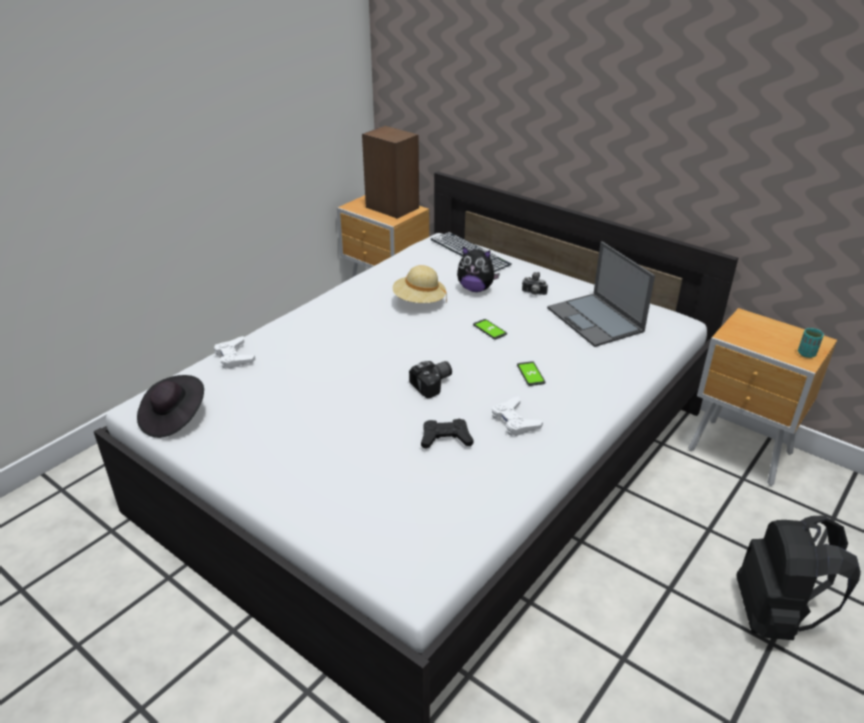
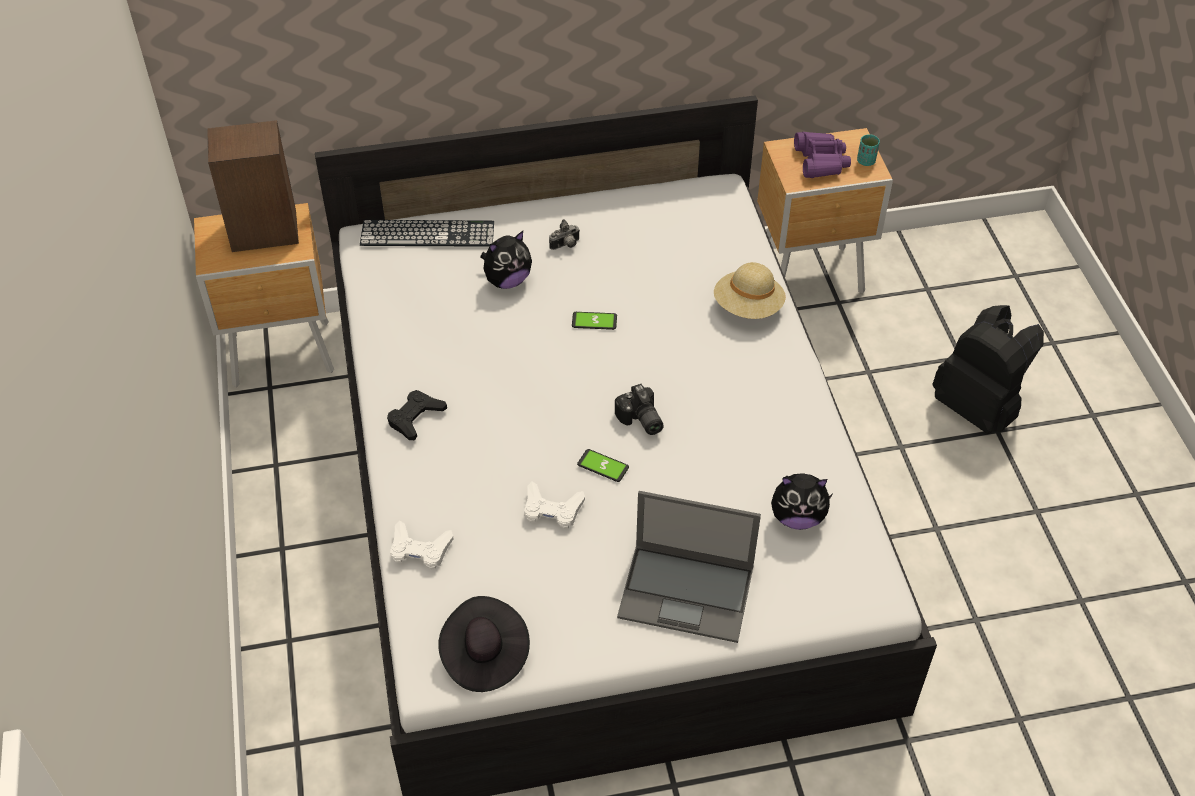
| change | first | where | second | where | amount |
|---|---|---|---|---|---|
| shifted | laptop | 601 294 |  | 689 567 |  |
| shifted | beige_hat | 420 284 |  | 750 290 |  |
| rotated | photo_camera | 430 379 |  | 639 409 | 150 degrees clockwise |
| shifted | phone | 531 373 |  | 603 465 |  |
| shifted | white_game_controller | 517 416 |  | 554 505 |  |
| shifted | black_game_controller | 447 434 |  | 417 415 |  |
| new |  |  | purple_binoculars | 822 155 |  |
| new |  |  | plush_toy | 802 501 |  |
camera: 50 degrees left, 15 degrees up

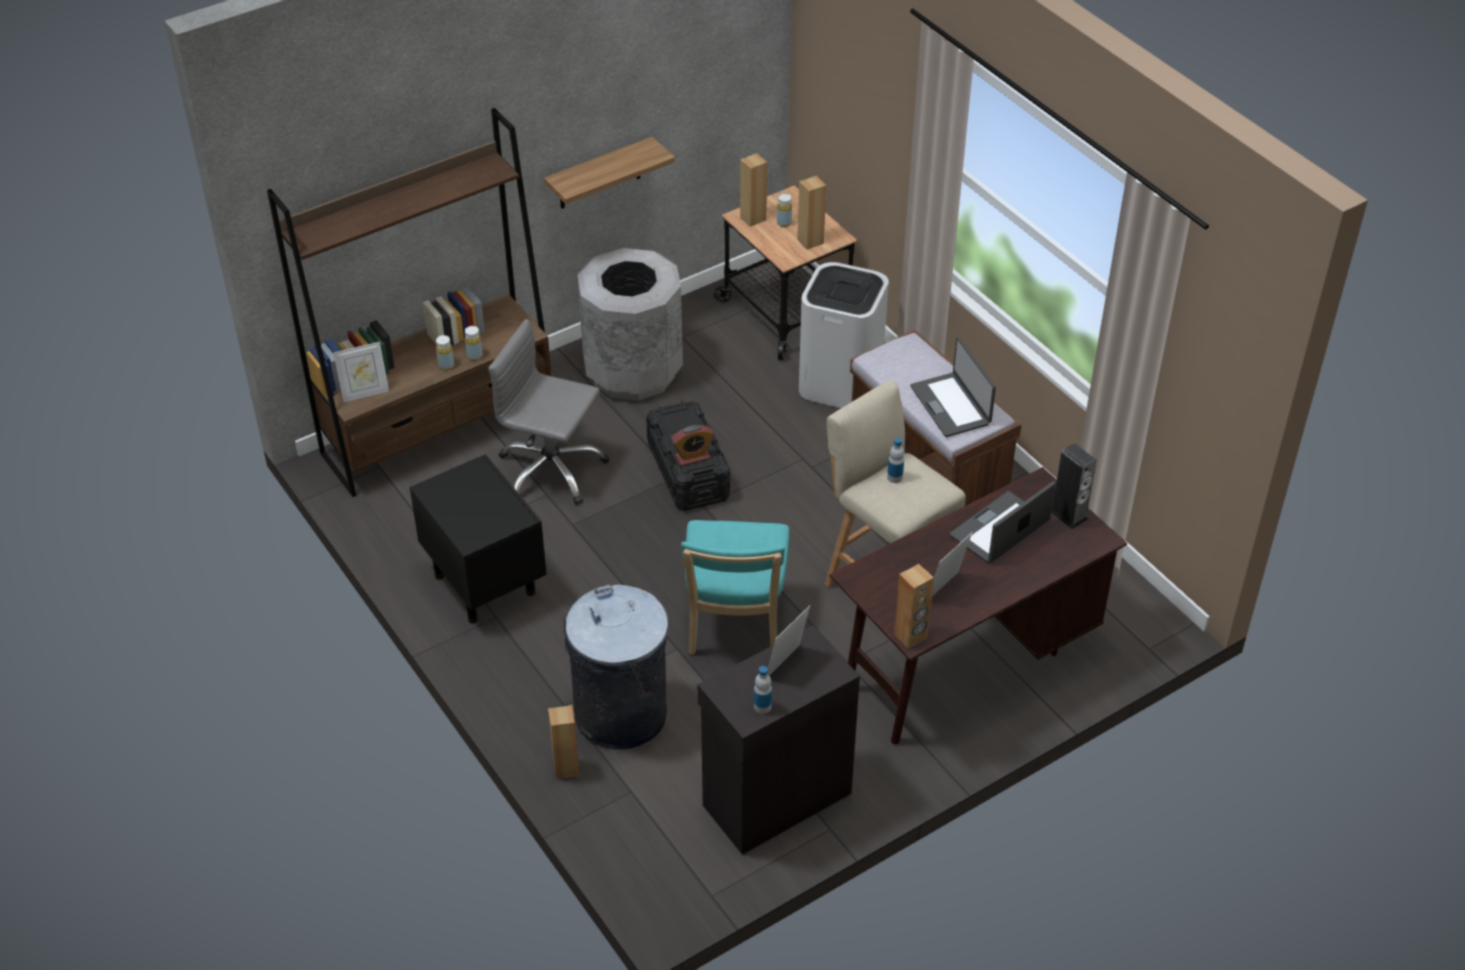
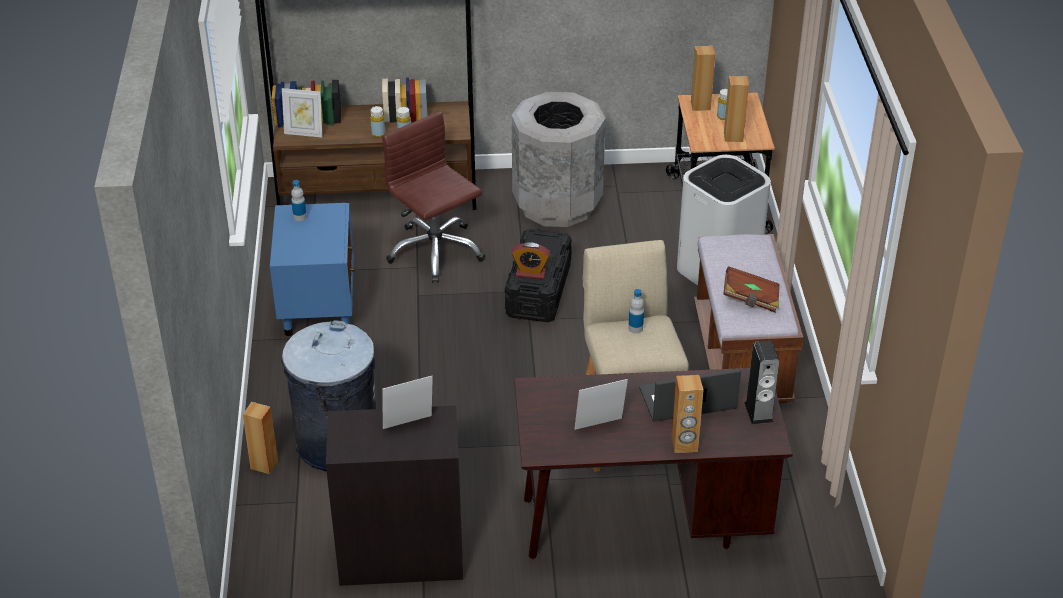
| change | first | where | second | where | amount |
|---|---|---|---|---|---|
| gone | shelf | 609 173 |  |  |  |
| repainted | grey_office_chair | 548 412 | brown_office_chair | 433 197 |  |
| swapped | laptop | 953 387 | brown_book | 751 289 |  |
| repainted | black_nightstand | 478 539 | blue_nightstand | 312 269 |  |
| gone | turquoise_chair | 735 587 |  |  |  |
| shifted | brown_speaker | 914 606 |  | 687 414 |  |
| shifted | bottle | 763 690 |  | 299 200 |  |
camera: 30 degrees right, 5 degrees down

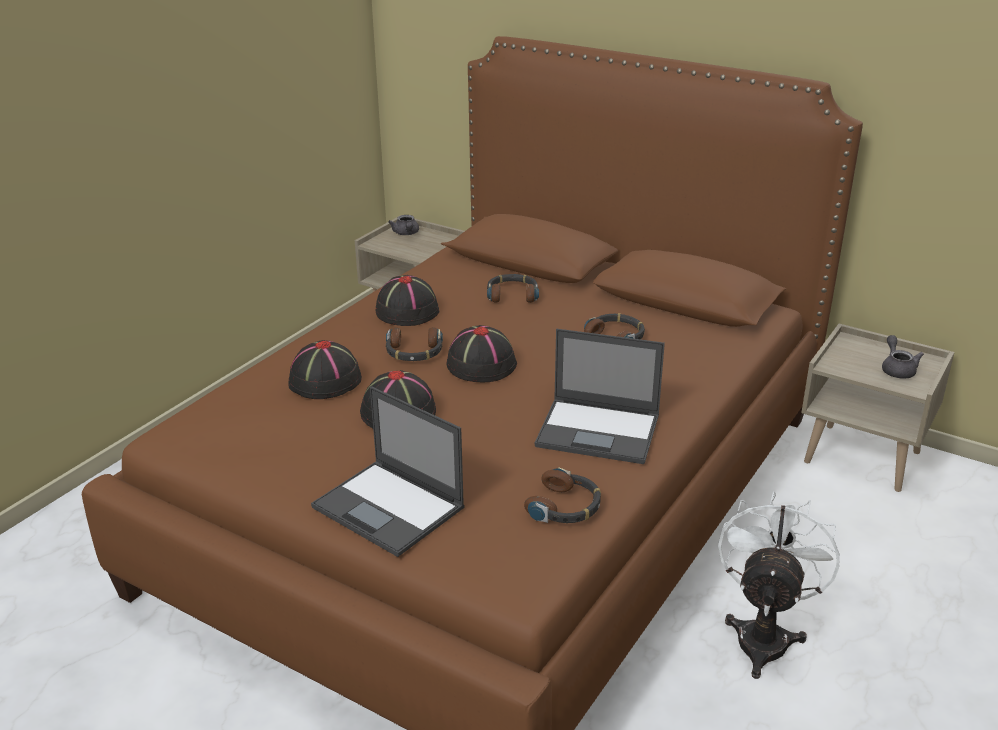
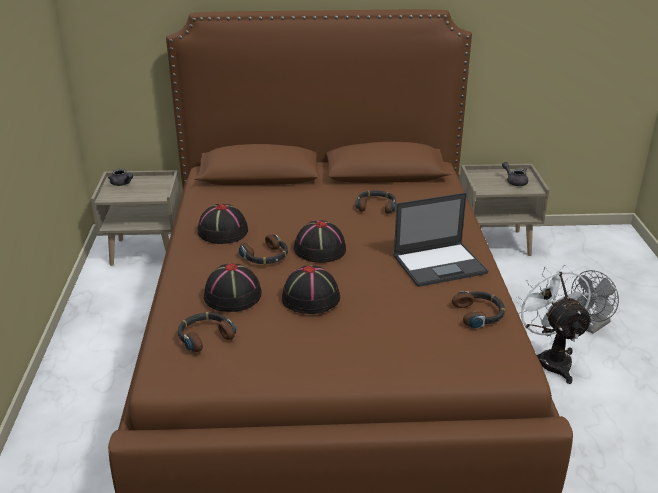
| change | first | where | second | where | amount |
|---|---|---|---|---|---|
| shifted | headphones | 513 288 |  | 207 332 |  |
| gone | laptop | 388 472 |  |  |  |
| new |  |  | grey_fan | 595 302 |  |
camera: 35 degrees left, 0 degrees up

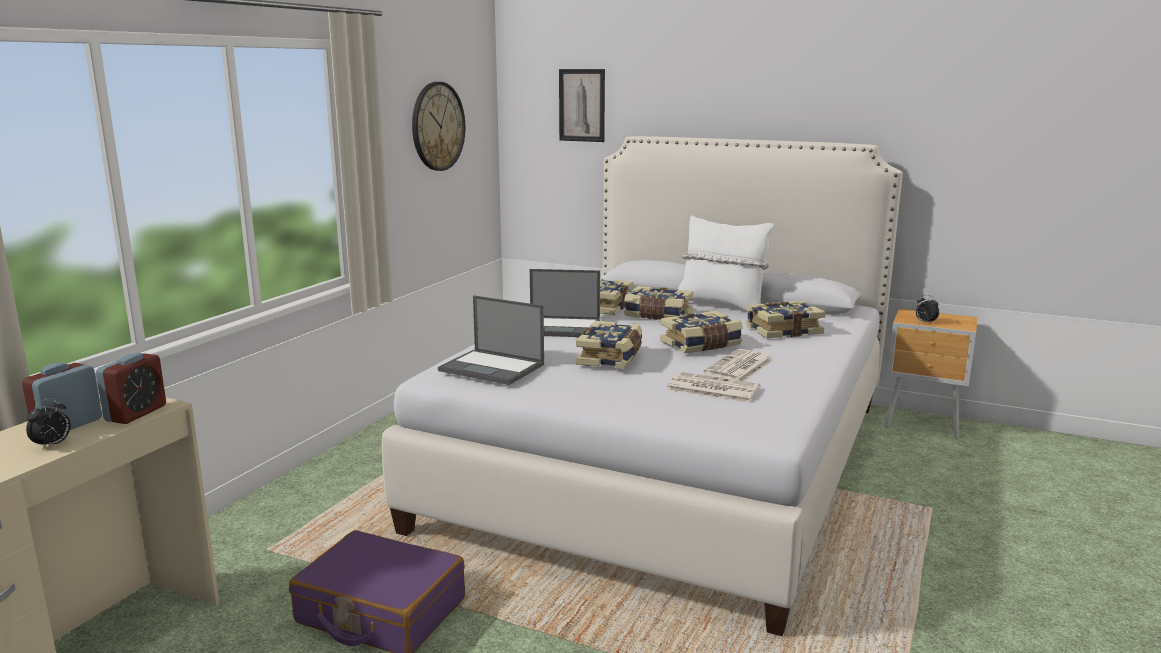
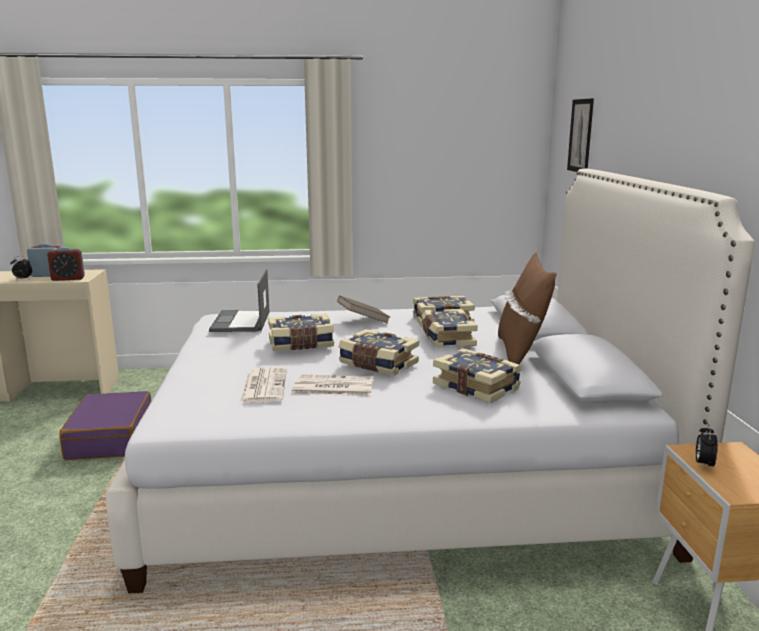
| change | first | where | second | where | amount |
|---|---|---|---|---|---|
| gone | wall_clock | 438 126 |  |  |  |
| repainted | white_pillow | 726 263 | brown_pillow | 527 308 |  |
| swapped | laptop | 565 303 | brown_book | 363 309 |  |
camera: 60 degrees right, 0 degrees up

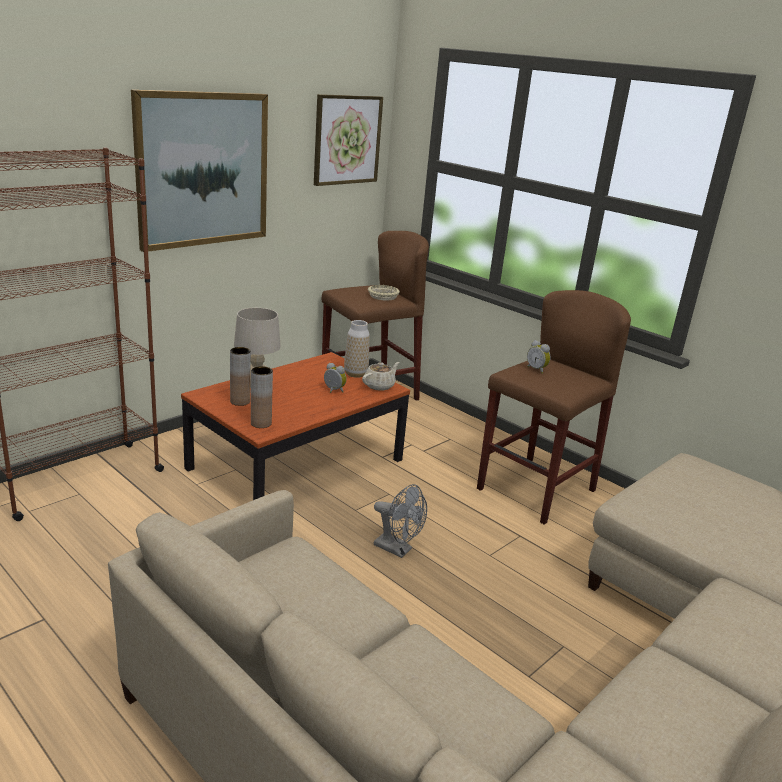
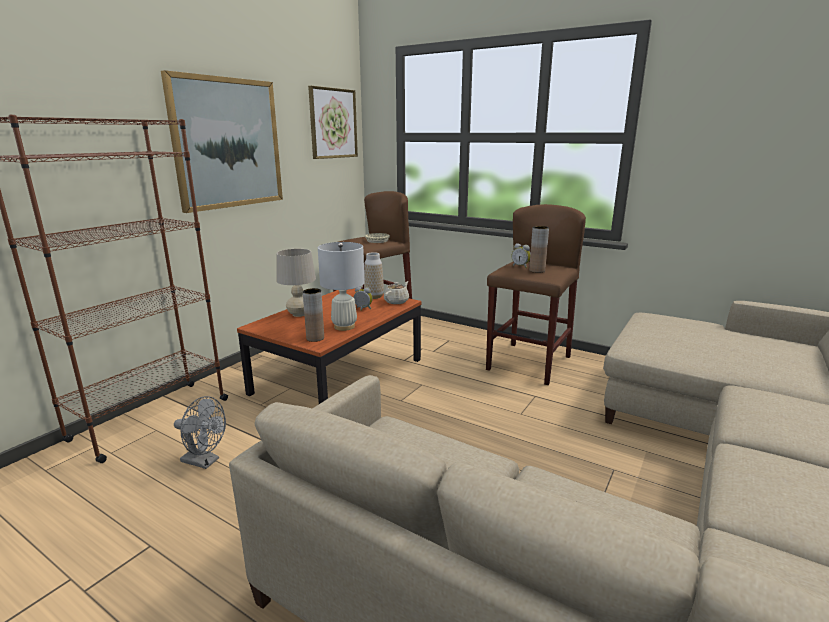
| change | first | where | second | where | amount |
|---|---|---|---|---|---|
| shifted | brown_vase | 240 376 |  | 539 249 |  |
| shifted | grey_fan | 400 521 |  | 200 432 |  |
| new |  |  | white_table_lamp | 341 286 |  |
camera: 10 degrees left, 5 degrees down

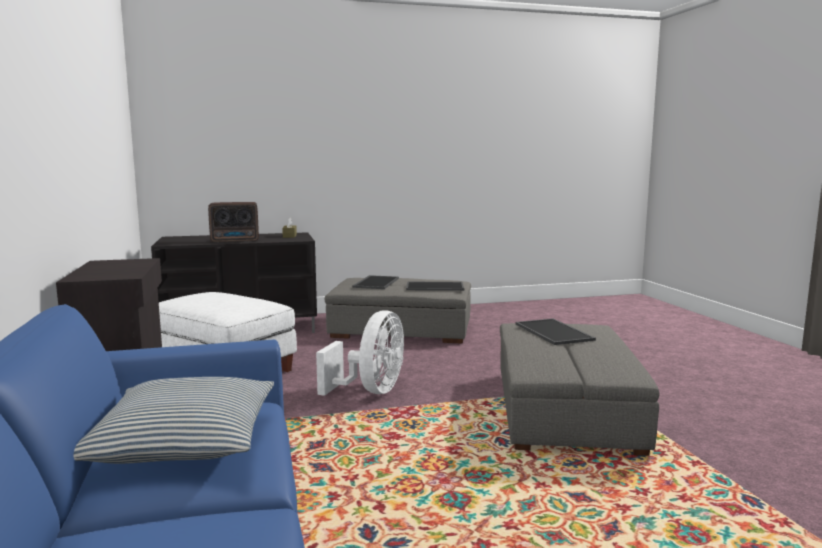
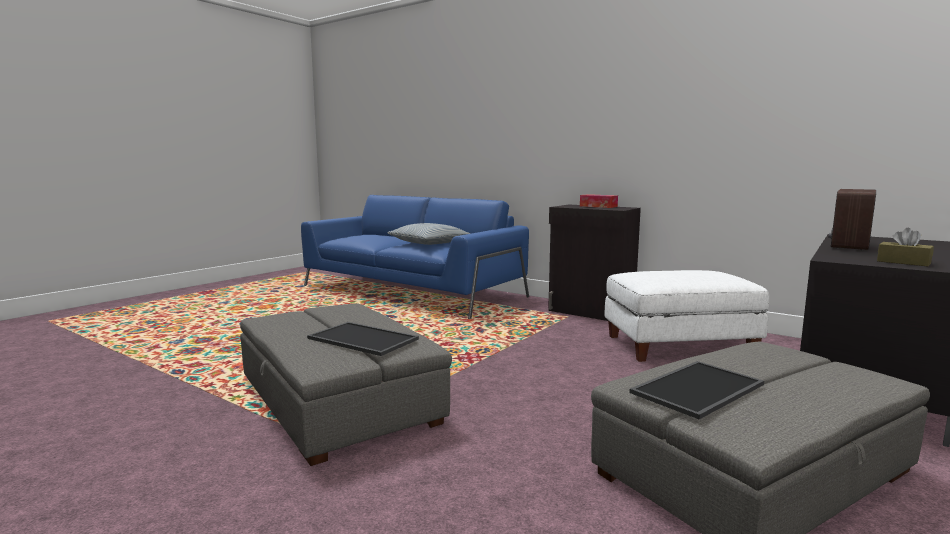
| change | first | where | second | where | amount |
|---|---|---|---|---|---|
| gone | tray | 375 282 |  |  |  |
| gone | white_fan | 360 353 |  |  |  |
| new |  |  | tissue_box | 599 201 |  |
camera: 140 degrees right, 0 degrees up

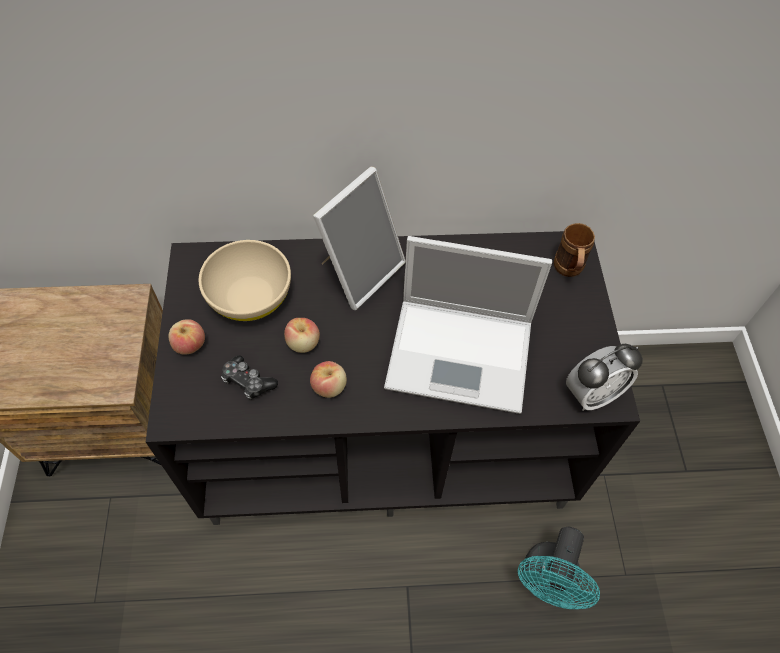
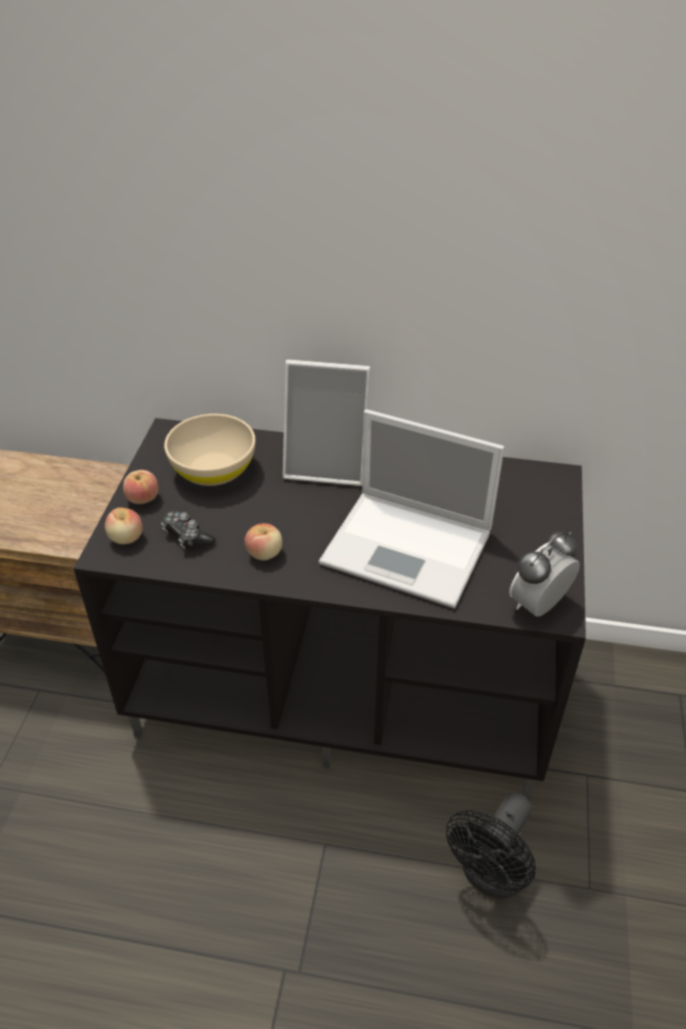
| change | first | where | second | where | amount |
|---|---|---|---|---|---|
| rotated | picture_frame | 359 238 |  | 326 423 | 45 degrees clockwise |
| gone | brown_mug | 574 250 |  |  |  |
| shifted | apple | 302 335 |  | 124 526 |  |
| rotated | alarm_clock | 604 377 |  | 544 574 | 150 degrees clockwise |
| repainted | turquoise_fan | 559 568 | black_fan | 491 846 |  |
camera: 15 degrees right, 15 degrees down

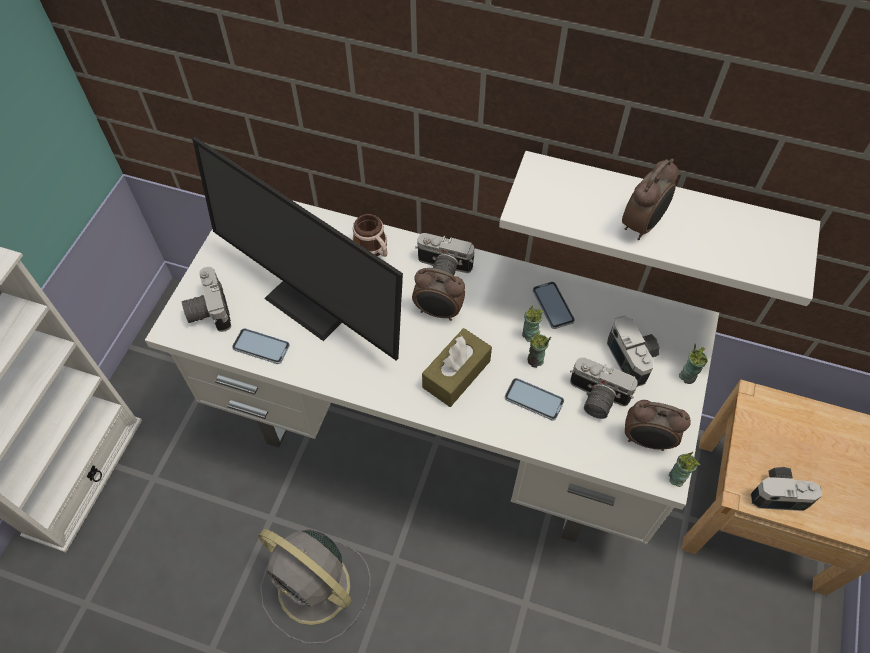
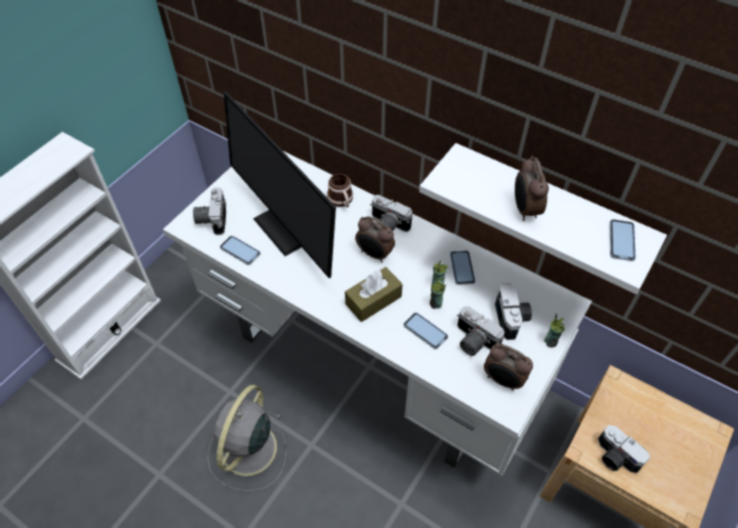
| change | first | where | second | where | amount |
|---|---|---|---|---|---|
| rotated | alarm_clock | 650 199 |  | 532 188 | 120 degrees clockwise |
| gone | cup | 684 469 |  |  |  |
| rotated | photo_camera | 786 489 |  | 624 449 | 150 degrees counterclockwise |
| rotated | grey_fan | 314 586 |  | 247 438 | 60 degrees clockwise |
| new |  |  | phone | 623 240 |  |
camera: 15 degrees right, 5 degrees down

